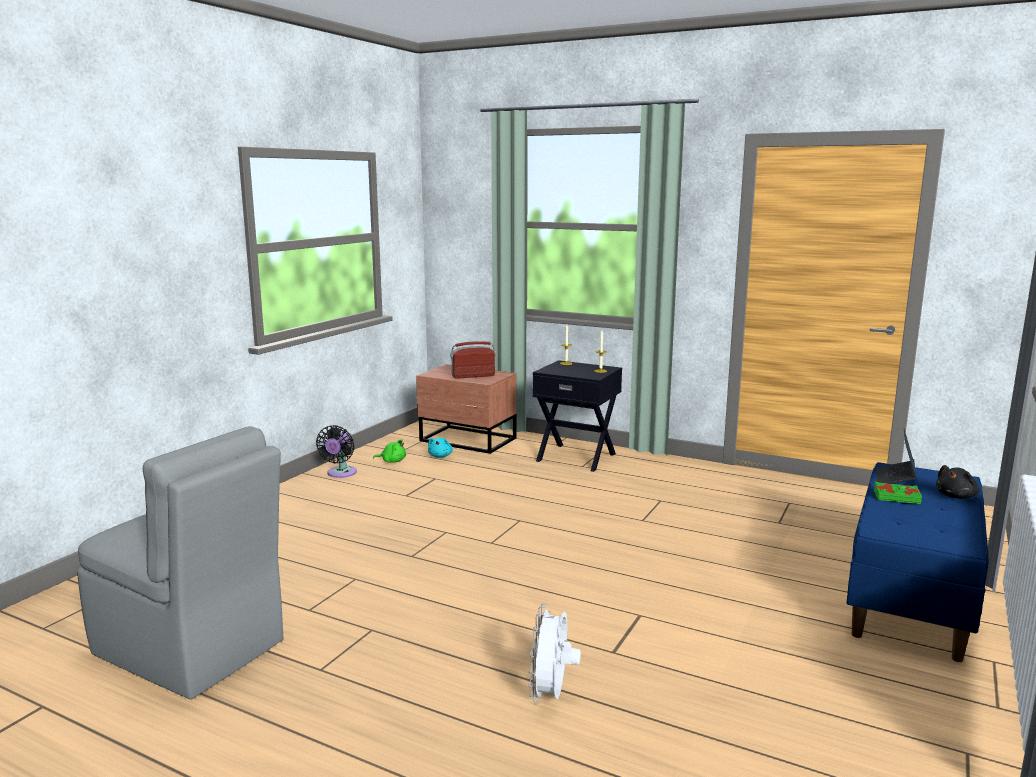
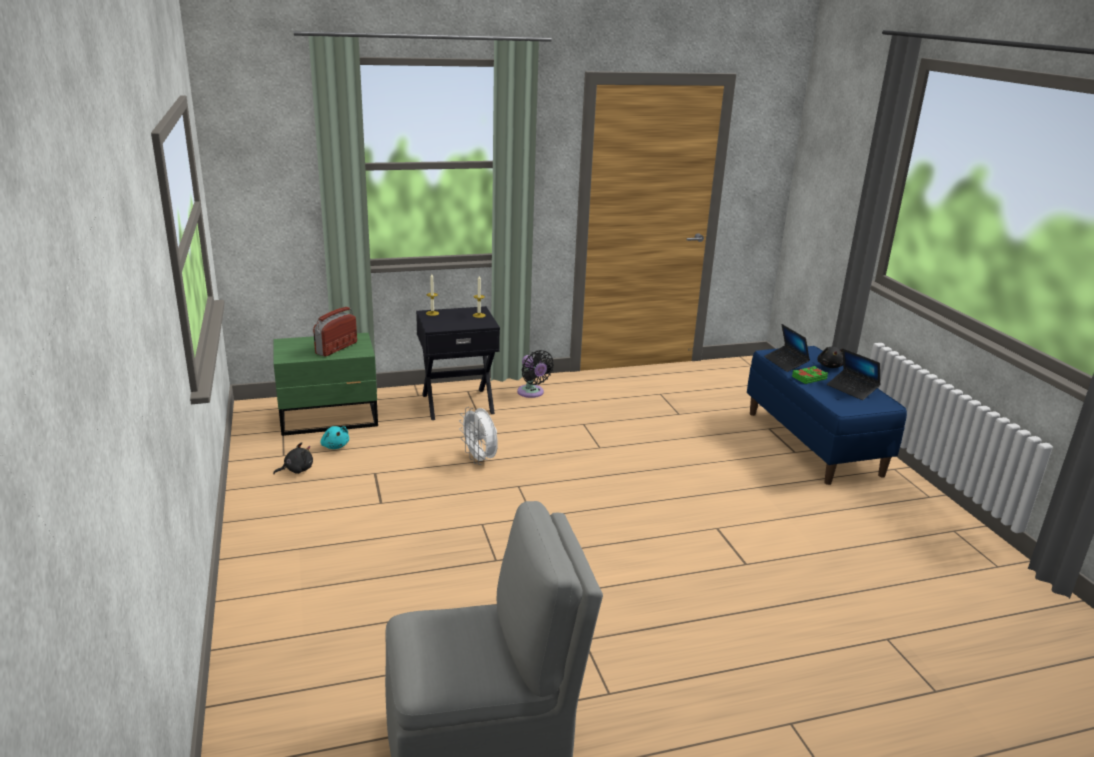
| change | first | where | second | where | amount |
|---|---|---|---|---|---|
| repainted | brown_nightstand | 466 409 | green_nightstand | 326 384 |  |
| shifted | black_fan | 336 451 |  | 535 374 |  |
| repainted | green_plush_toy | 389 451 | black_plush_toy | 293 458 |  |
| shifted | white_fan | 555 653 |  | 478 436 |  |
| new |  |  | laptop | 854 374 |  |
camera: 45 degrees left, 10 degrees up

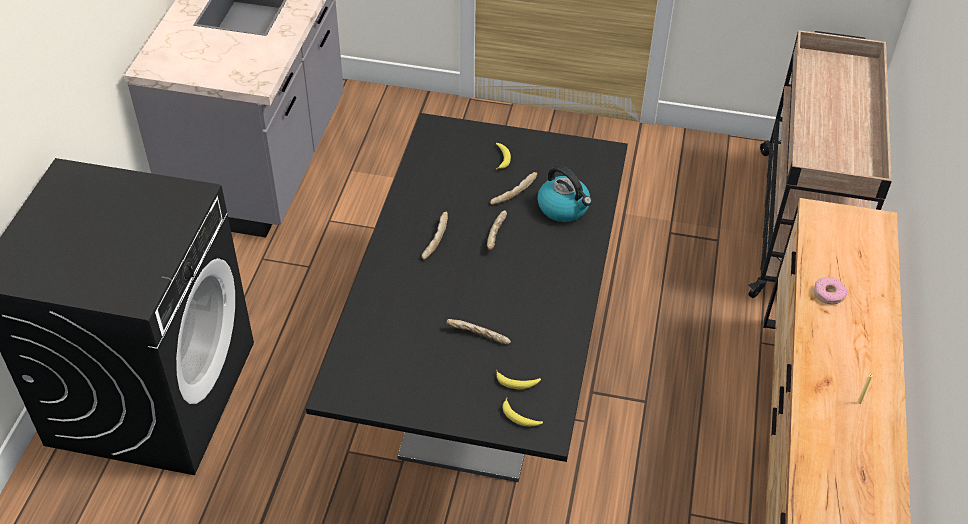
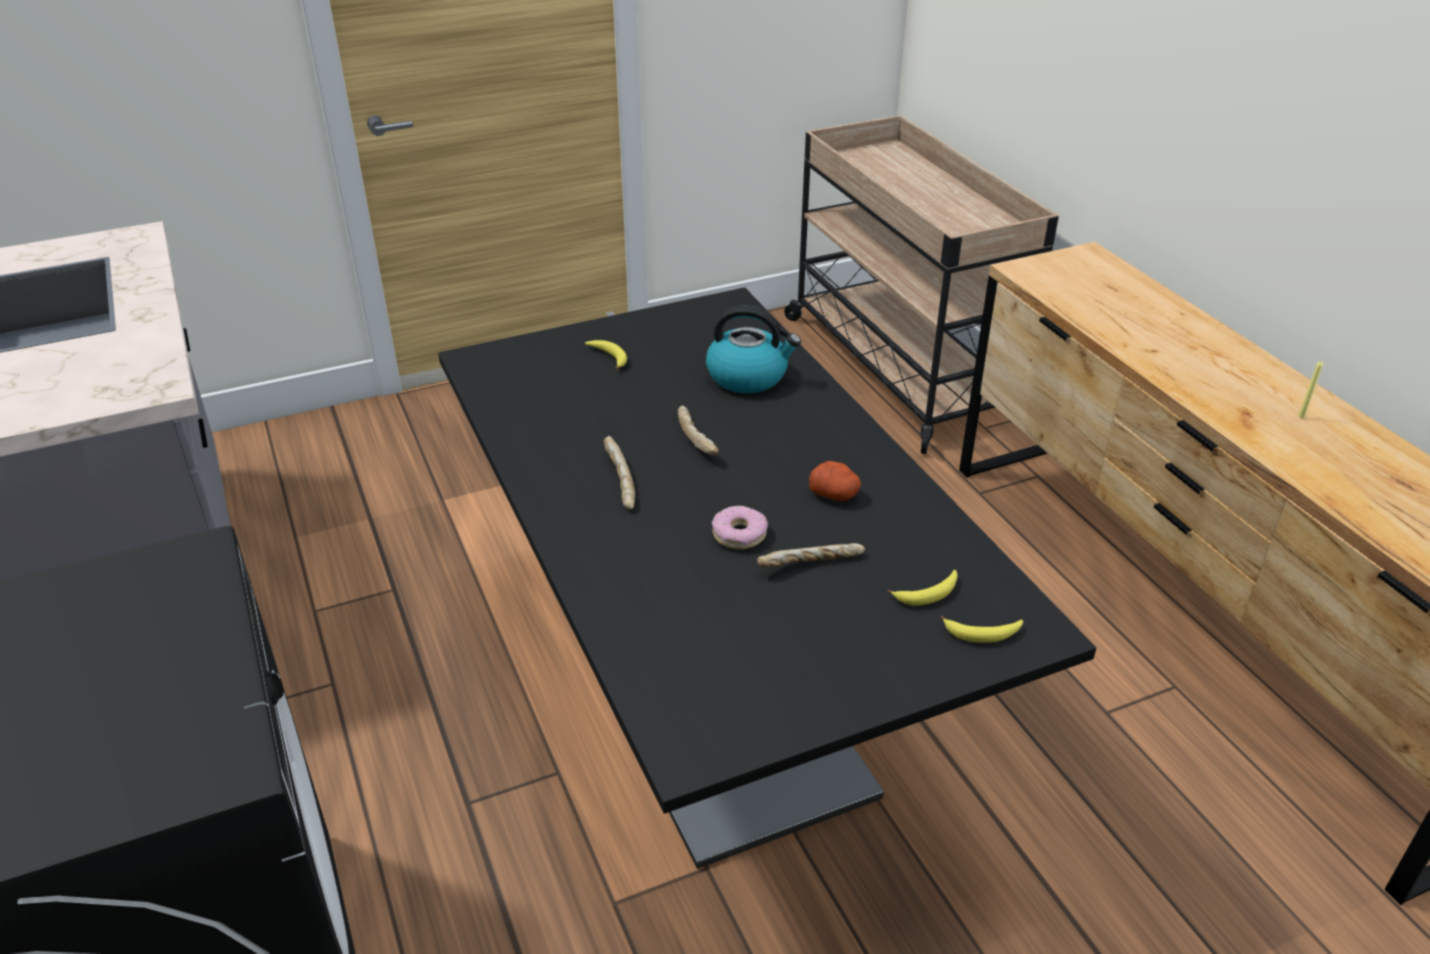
| change | first | where | second | where | amount |
|---|---|---|---|---|---|
| gone | bread | 513 188 |  |  |  |
| shifted | donut | 830 290 |  | 740 527 |  |
| new |  |  | potato | 835 481 |  |
camera: 35 degrees left, 10 degrees down

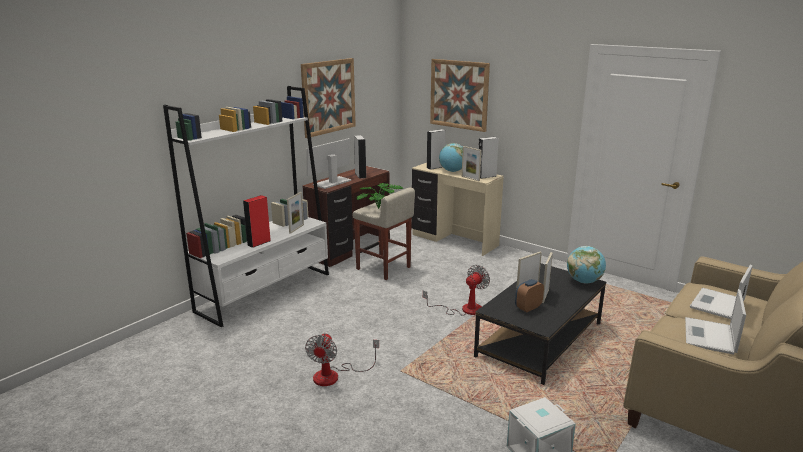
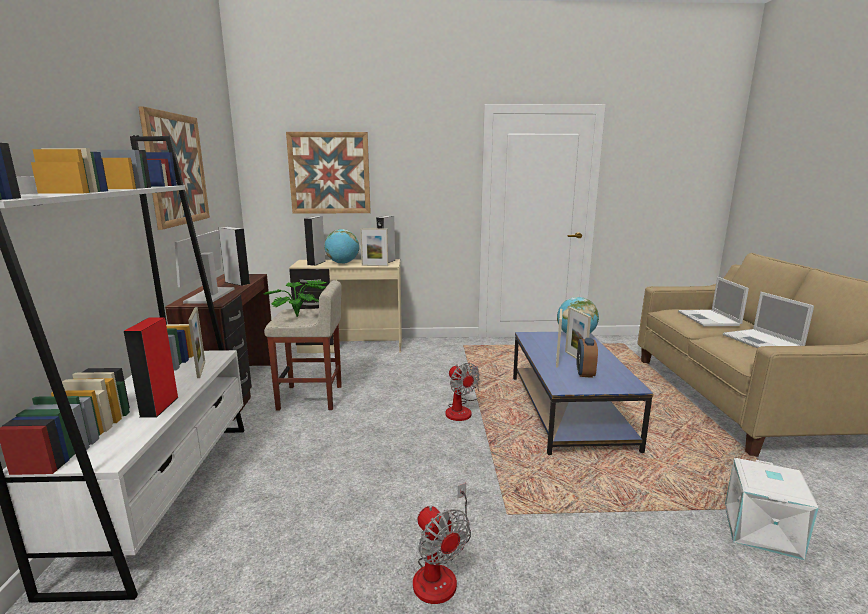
| change | first | where | second | where | amount |
|---|---|---|---|---|---|
| repainted | black_coffee_table | 540 324 | blue_coffee_table | 583 393 |  |
| rotated | fan | 456 290 |  | 462 392 | 150 degrees clockwise |
camera: 40 degrees left, 5 degrees down

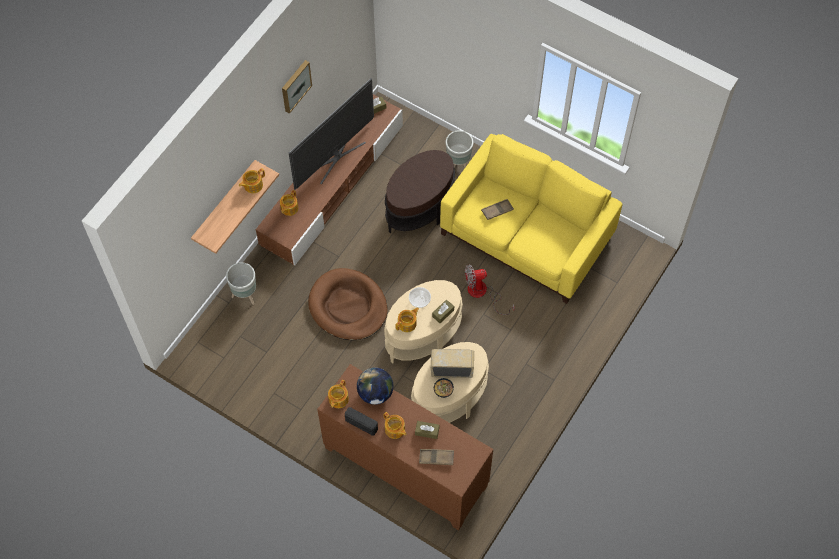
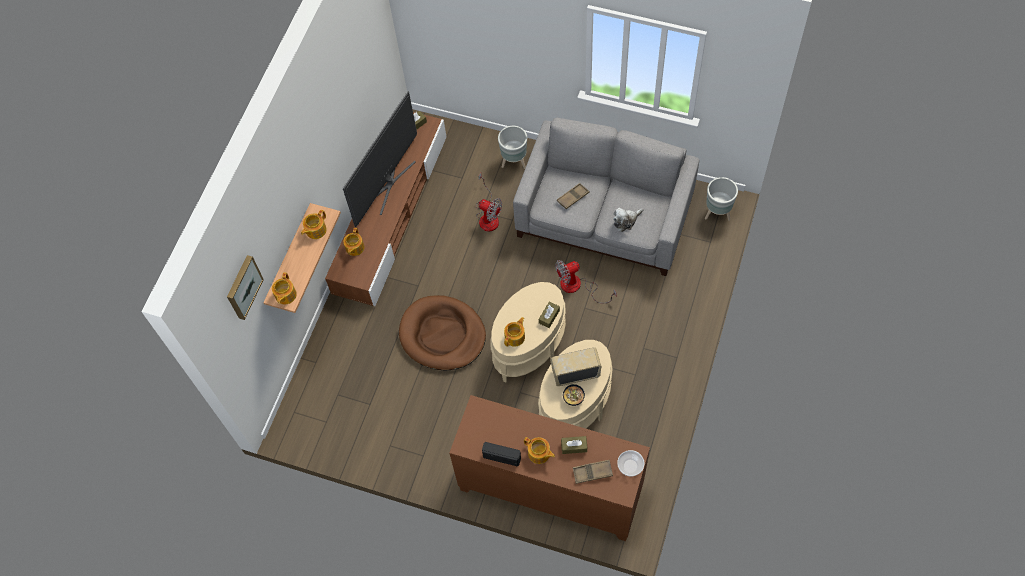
| change | first | where | second | where | amount |
|---|---|---|---|---|---|
| shifted | picture | 297 87 |  | 245 287 |  |
| repainted | yellow_sofa | 531 219 | grey_sofa | 606 196 |  |
| swapped | brown_side_table | 420 191 | fan | 489 202 |  |
| shifted | grey_planter | 241 283 |  | 721 199 |  |
| shifted | bowl | 420 297 |  | 630 463 |  |
| gone | globe | 375 386 |  |  |  |
| shifted | teapot | 338 394 |  | 284 288 |  |
| new |  |  | plush_toy | 628 220 |  |
camera: 10 degrees left, 0 degrees up

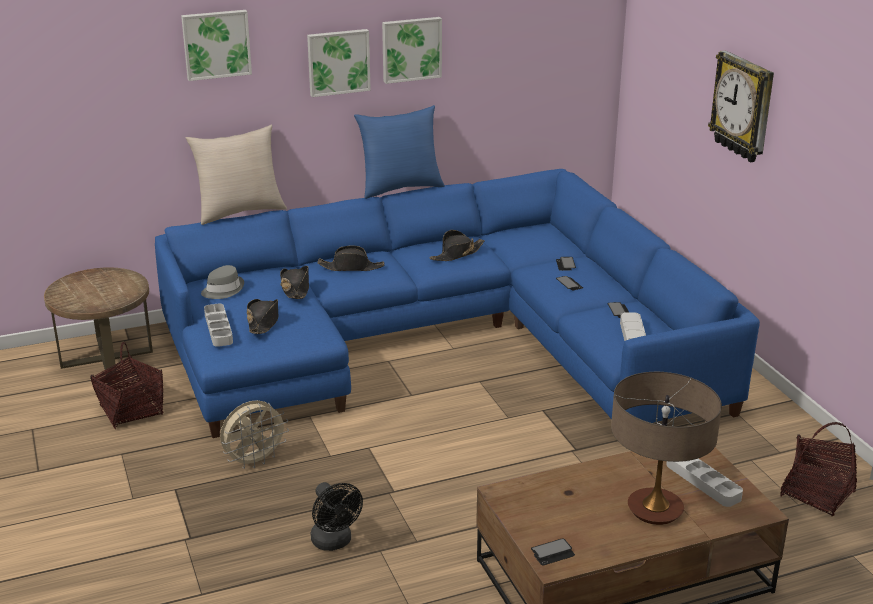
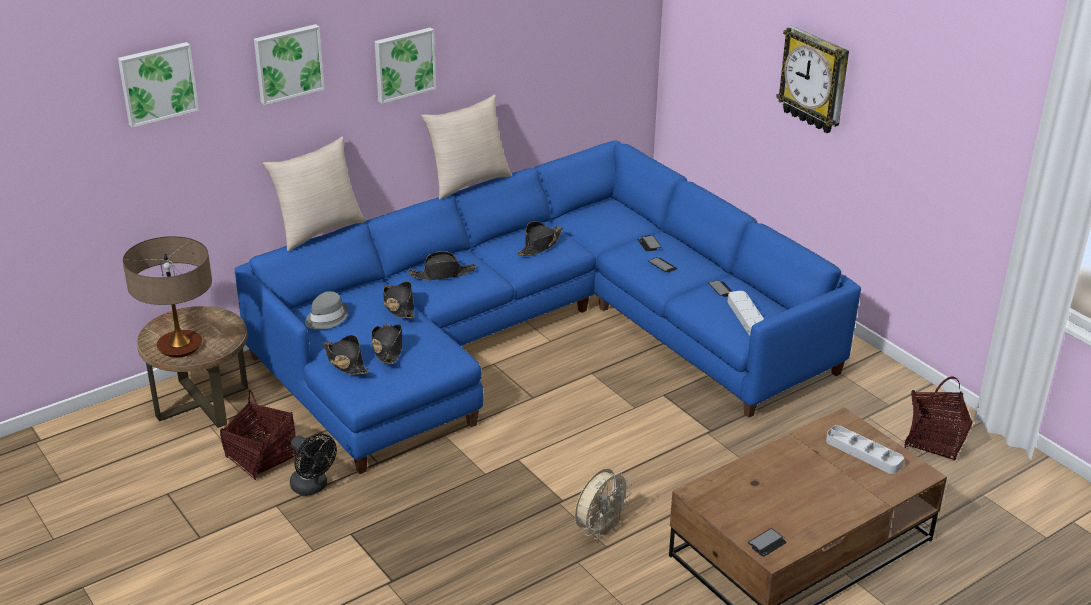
| change | first | where | second | where | amount |
|---|---|---|---|---|---|
| shifted | picture | 412 50 |  | 158 85 |  |
| repainted | blue_pillow | 399 152 | beige_pillow | 466 146 |  |
| swapped | grey_tray | 218 325 | black_hat | 346 355 |  |
| shifted | table_lamp | 666 448 |  | 167 297 |  |
| shifted | beige_fan | 254 434 |  | 603 504 |  |
| shifted | black_fan | 337 516 |  | 313 465 |  |
camera: 15 degrees left, 5 degrees up

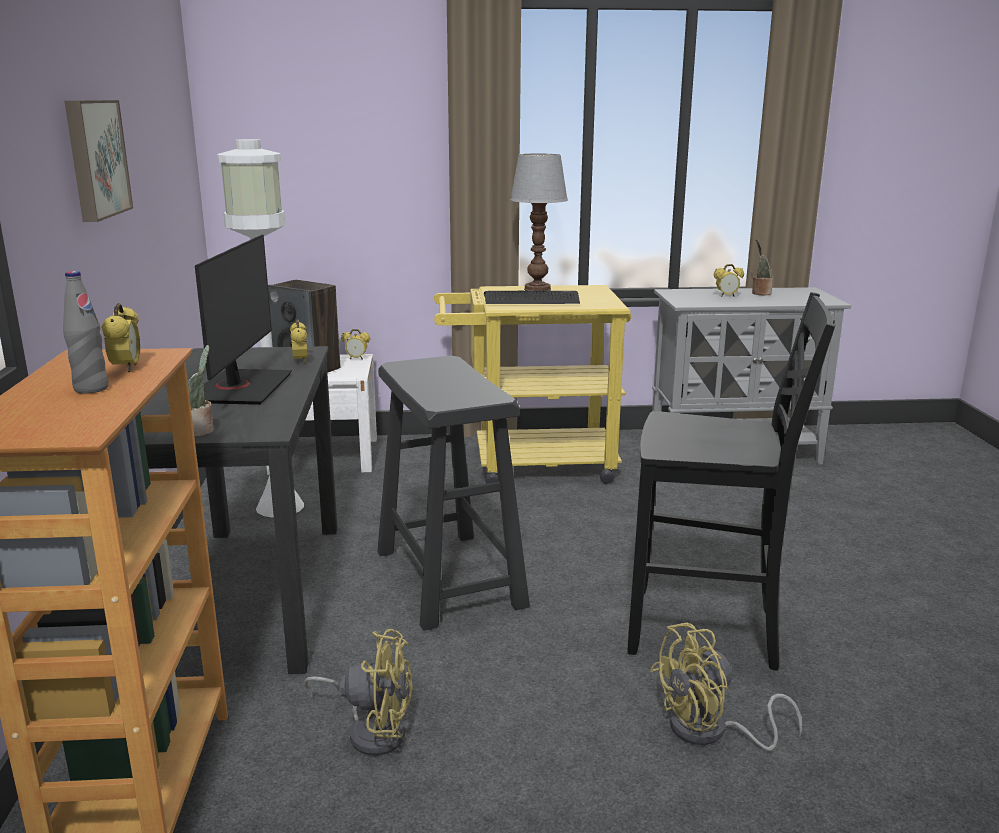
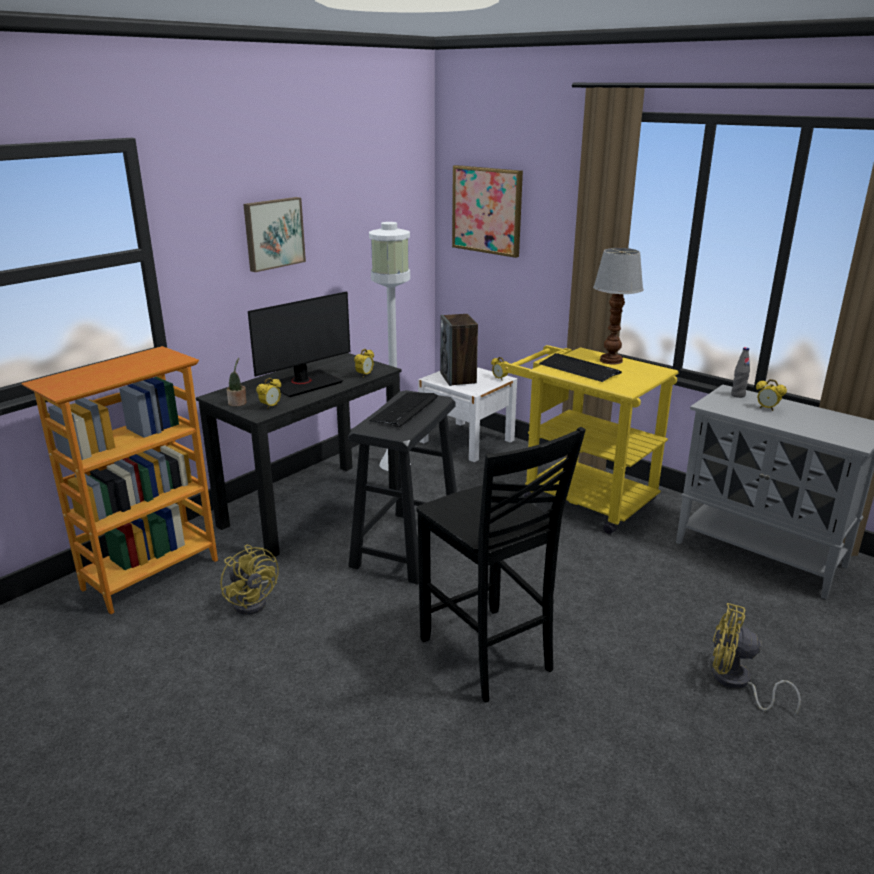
| change | first | where | second | where | amount |
|---|---|---|---|---|---|
| gone | potted_plant | 762 267 |  |  |  |
| shifted | grey_bottle | 86 332 |  | 740 372 |  |
| shifted | alarm_clock | 120 337 |  | 268 393 |  |
| shifted | yellow_fan | 726 687 |  | 756 659 |  |
| new |  |  | picture | 487 211 |  |
| new |  |  | keyboard | 403 409 |  |
camera: 45 degrees right, 5 degrees up

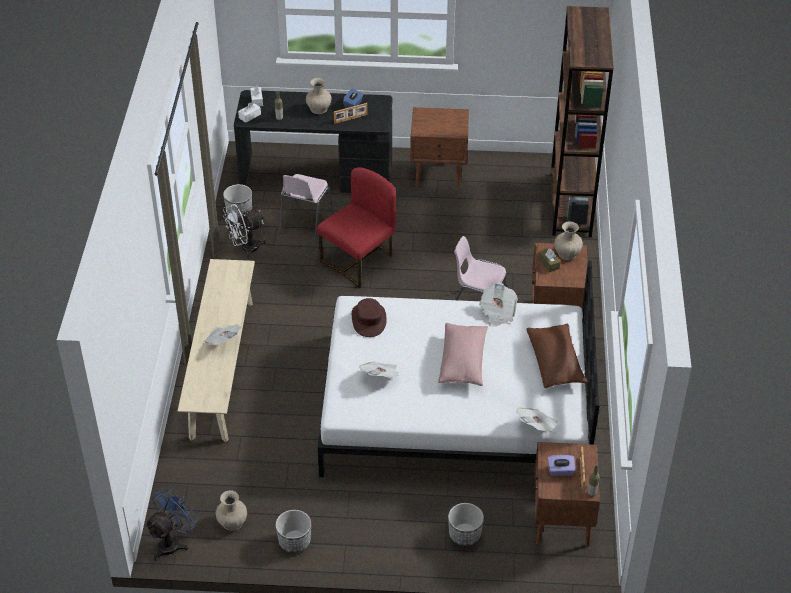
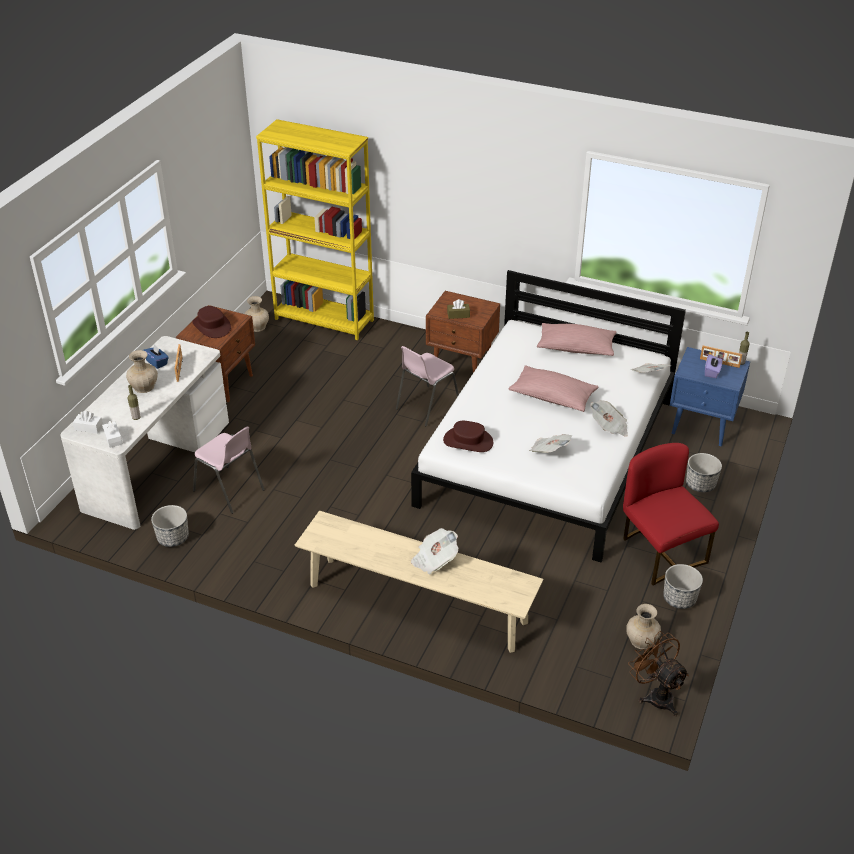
| change | first | where | second | where | amount |
|---|---|---|---|---|---|
| repainted | brown_bookcase | 582 121 | yellow_bookcase | 315 230 |  |
| repainted | black_desk | 313 141 | white_desk | 144 433 |  |
| shifted | red_chair | 356 227 |  | 671 514 |  |
| gone | white_fan | 244 231 |  |  |  |
| shifted | beige_vase | 568 240 |  | 257 314 |  |
| shifted | newspaper | 498 305 |  | 609 418 |  |
| repainted | brown_pillow | 557 356 | pink_pillow | 576 339 |  |
| repainted | brown_nightstand | 567 494 | blue_nightstand | 710 396 |  |
| repainted | blue_fan | 171 524 | brown_fan | 658 673 |  |
| new |  |  | brown_hat | 211 322 |  |
camera: 70 degrees left, 5 degrees down

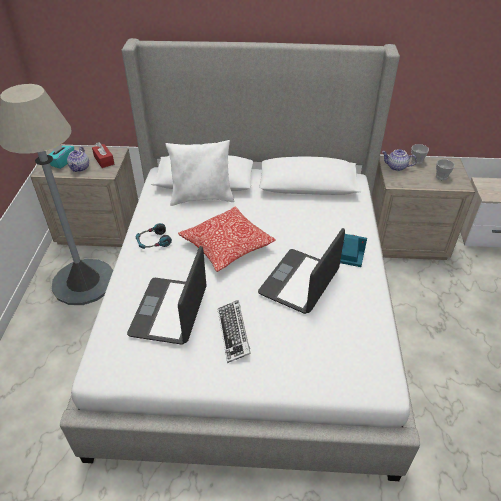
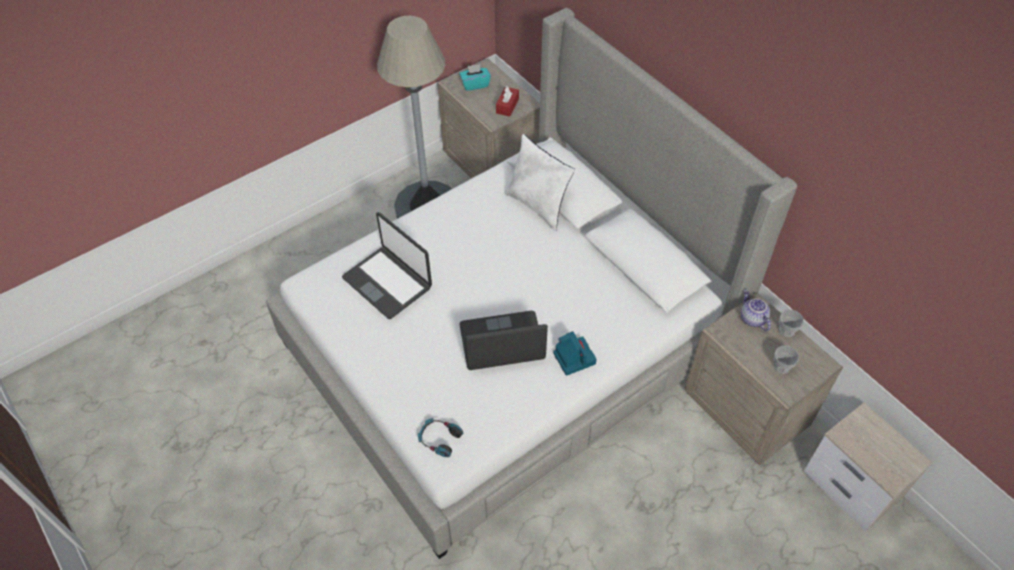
| change | first | where | second | where | amount |
|---|---|---|---|---|---|
| gone | teapot | 78 159 |  |  |  |
| gone | pillow | 226 239 |  |  |  |
| shifted | headphones | 154 236 |  | 440 437 |  |
| rotated | laptop | 167 295 |  | 387 265 | 105 degrees counterclockwise |
| gone | keyboard | 234 331 |  |  |  |
camera: 50 degrees right, 10 degrees up

